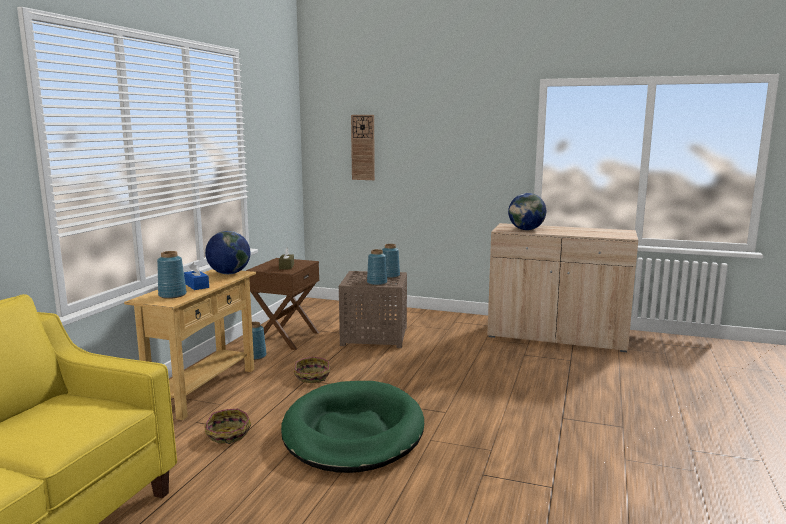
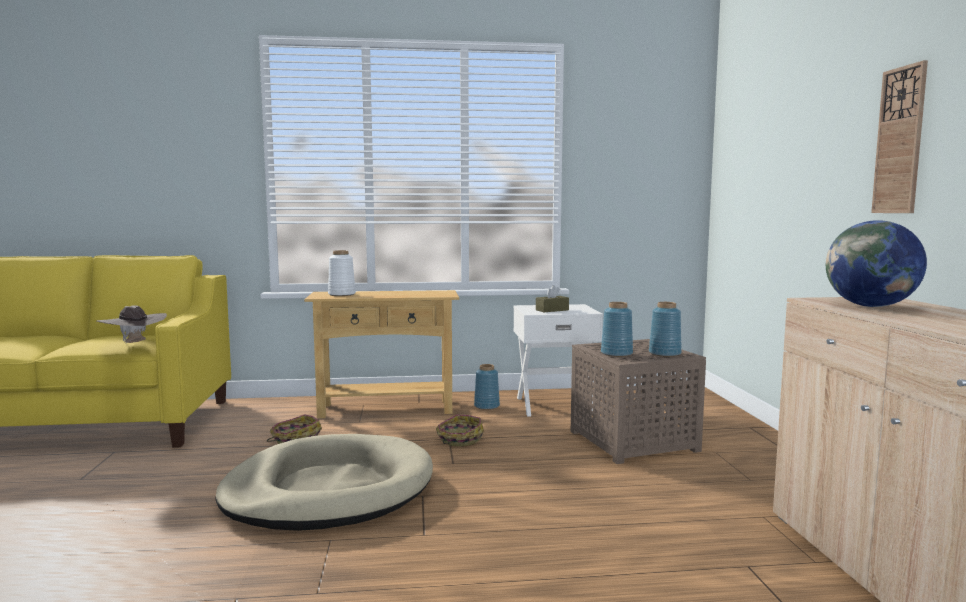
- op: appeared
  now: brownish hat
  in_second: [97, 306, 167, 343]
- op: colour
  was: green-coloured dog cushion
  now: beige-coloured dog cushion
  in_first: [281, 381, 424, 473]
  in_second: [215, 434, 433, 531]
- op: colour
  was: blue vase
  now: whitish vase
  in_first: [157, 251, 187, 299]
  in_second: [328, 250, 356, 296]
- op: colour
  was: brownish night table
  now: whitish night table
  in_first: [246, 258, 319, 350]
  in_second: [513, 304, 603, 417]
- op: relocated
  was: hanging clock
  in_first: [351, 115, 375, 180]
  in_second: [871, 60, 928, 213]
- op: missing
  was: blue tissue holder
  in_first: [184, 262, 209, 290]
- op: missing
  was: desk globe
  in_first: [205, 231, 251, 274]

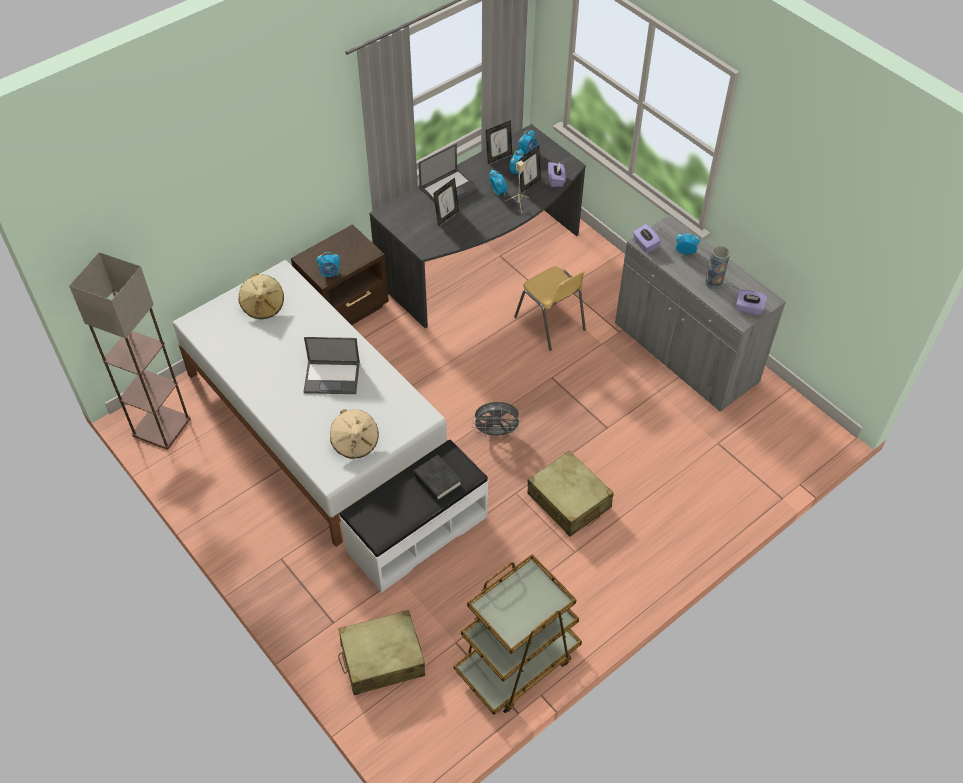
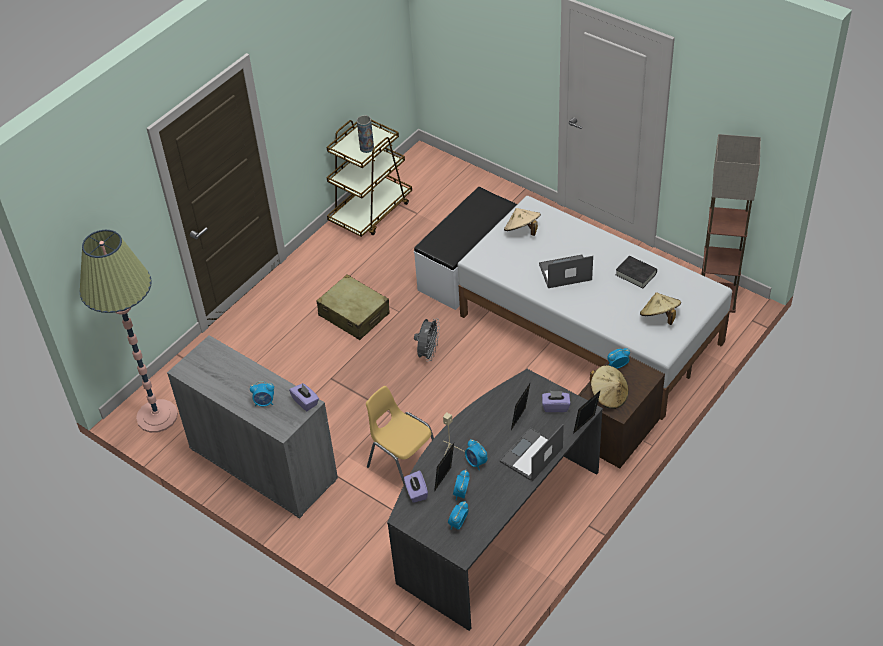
- op: appeared
  now: floor lamp
  in_second: [79, 230, 178, 433]
- op: relocated
  was: vase
  in_first: [705, 246, 730, 289]
  in_second: [357, 115, 374, 153]
- op: spun
  was: grey fan
  in_first: [472, 402, 522, 439]
  in_second: [414, 318, 440, 361]
  clockwise: 120
- op: relocated
  was: purplish tissue holder
  in_first: [736, 290, 767, 315]
  in_second: [542, 391, 570, 412]
- op: relocated
  was: standing frame
  in_first: [486, 120, 512, 164]
  in_second: [573, 390, 601, 434]
- op: appeared
  now: beige-coloured hat
  in_second: [590, 365, 629, 409]
- op: relocated
  was: black book
  in_first: [413, 455, 462, 501]
  in_second: [616, 256, 657, 288]
- op: missing
  was: beige-coloured piece of luggage
  in_first: [338, 610, 425, 695]

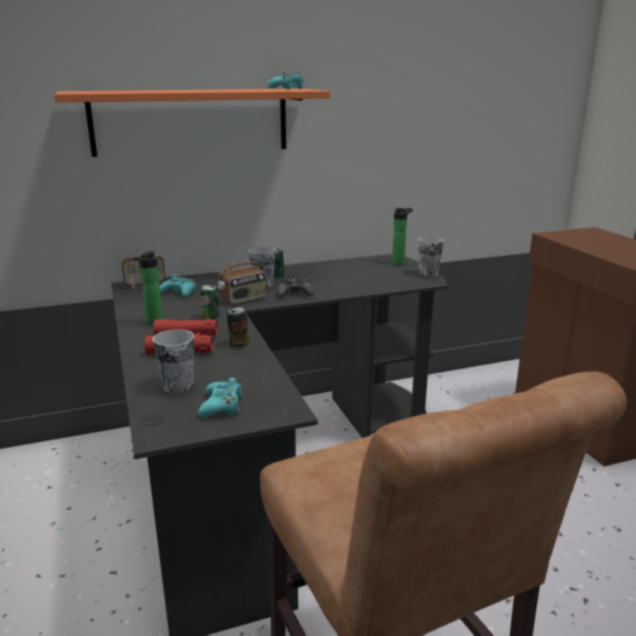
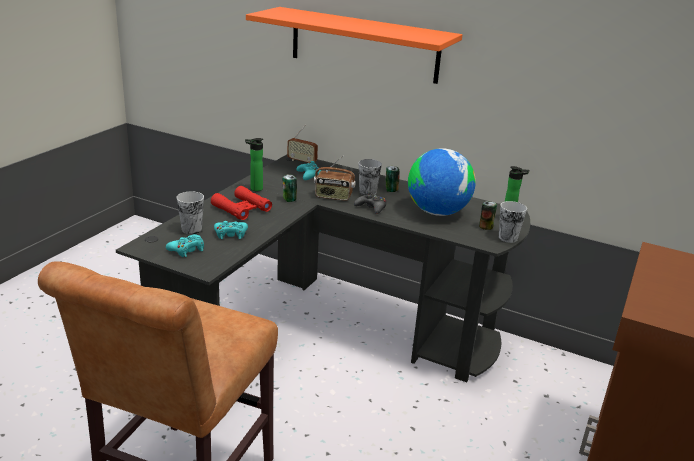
- op: relocated
  was: turquoise-coloured gamepad
  in_first: [268, 73, 304, 90]
  in_second: [214, 221, 248, 239]
- op: appeared
  now: desk globe
  in_second: [408, 148, 476, 216]
- op: relocated
  was: can
  in_first: [227, 307, 249, 347]
  in_second: [479, 202, 497, 230]

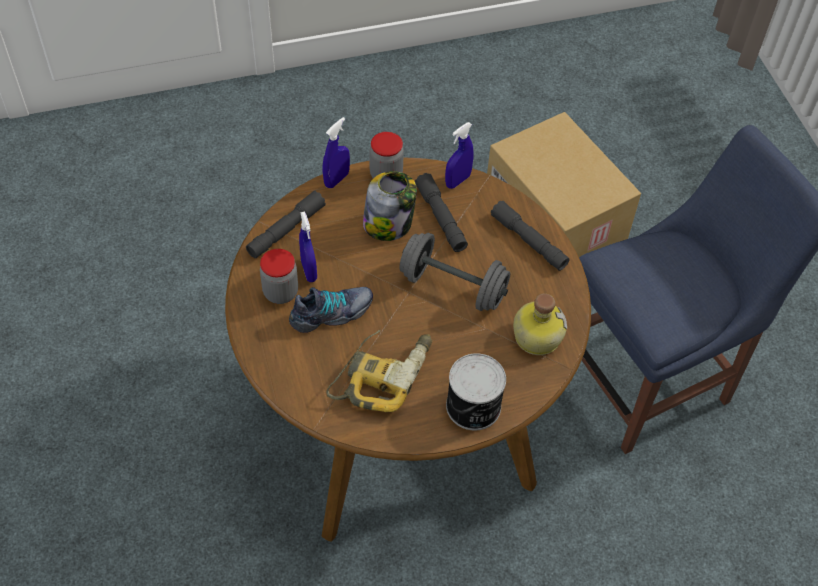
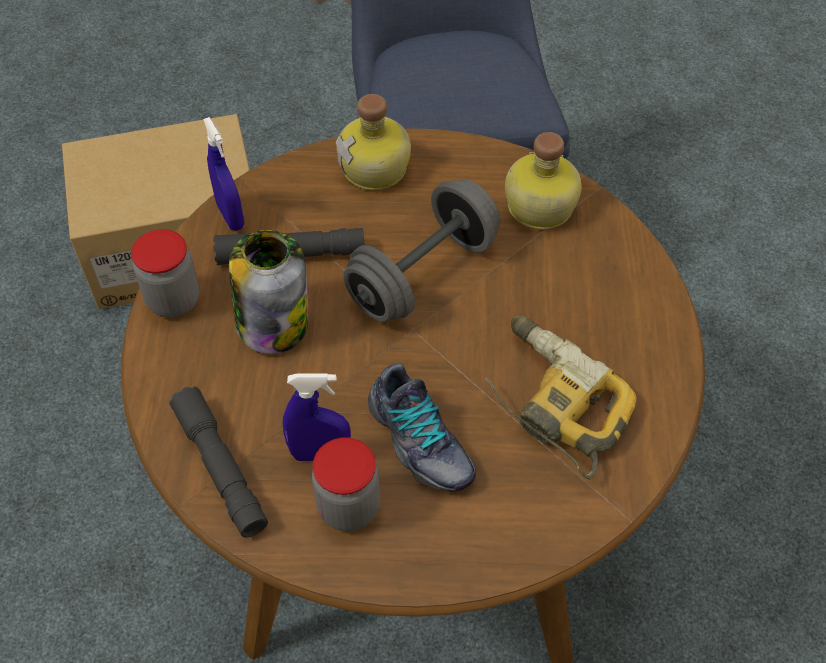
- op: exchanged
  was: grey torch
  now: beverage bottle
  in_first: [491, 200, 570, 271]
  in_second: [336, 94, 411, 190]
- op: spun
  was: shoe
  in_first: [289, 287, 373, 333]
  in_second: [368, 363, 476, 492]
  clockwise: 150
- op: missing
  was: blue hand sprayer
  in_first: [323, 117, 350, 188]
- op: missing
  was: can
  in_first: [446, 353, 506, 431]

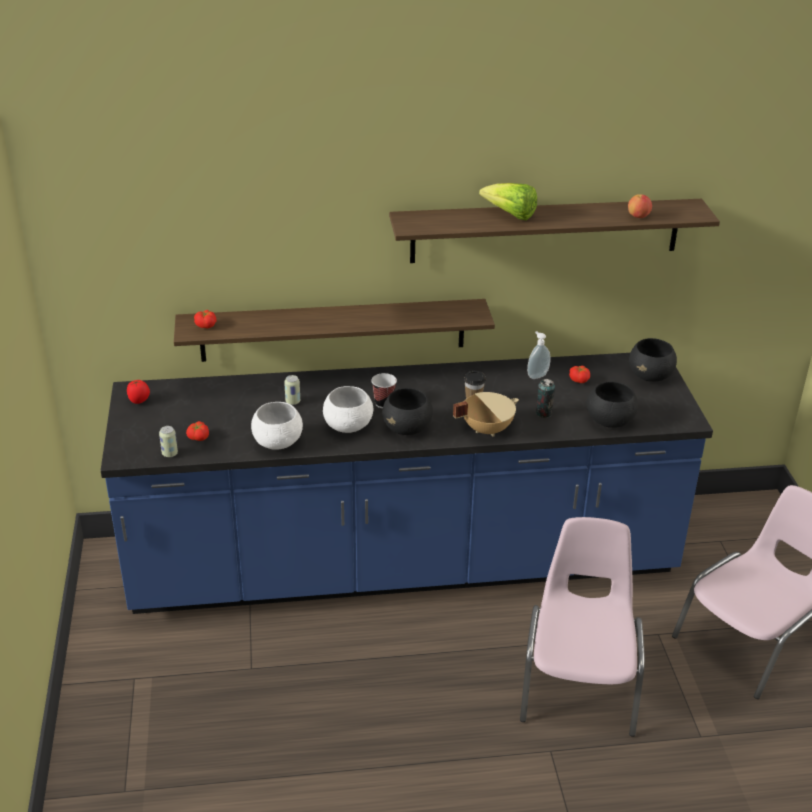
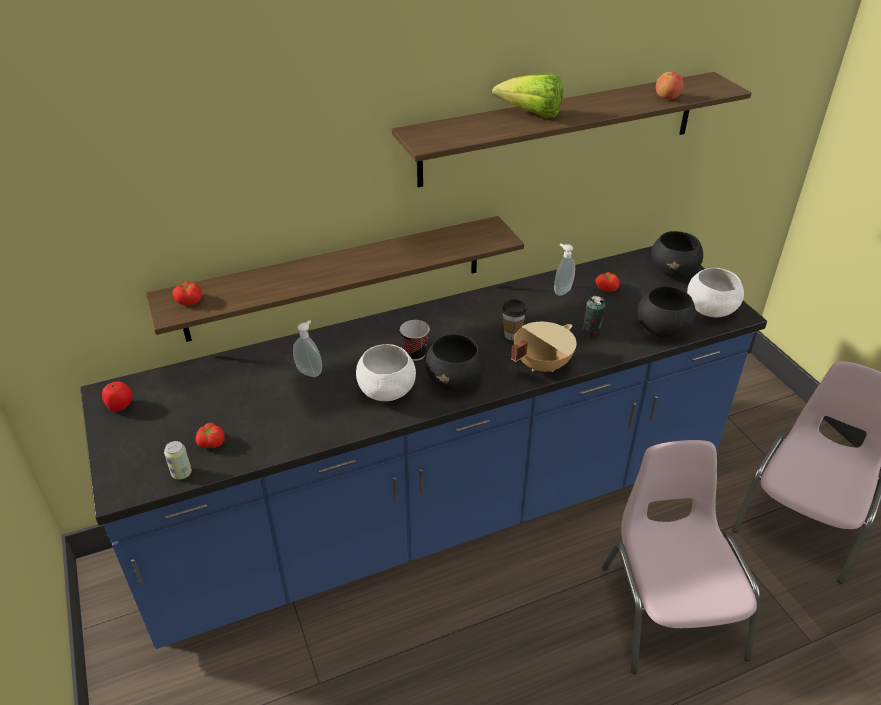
- op: exchanged
  was: can
  now: soap dispenser
  in_first: [284, 375, 300, 405]
  in_second: [293, 320, 322, 377]
- op: relocated
  was: whitish deep dish
  in_first: [251, 402, 303, 450]
  in_second: [687, 268, 744, 317]

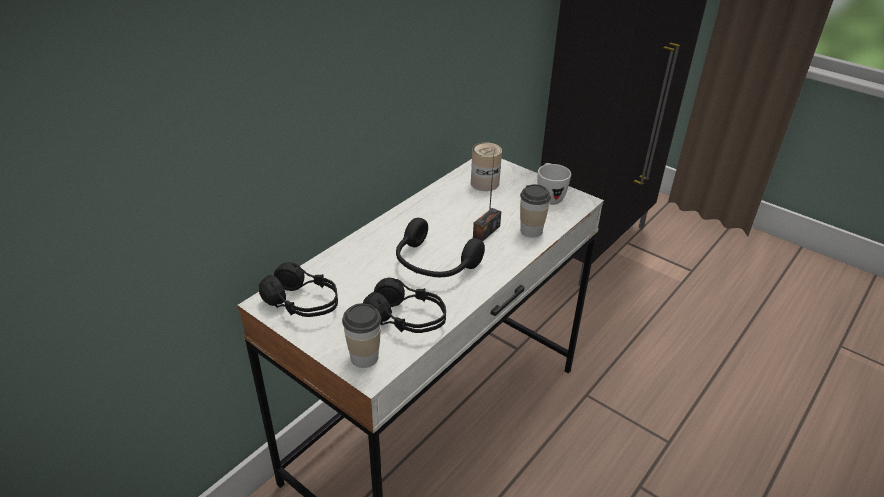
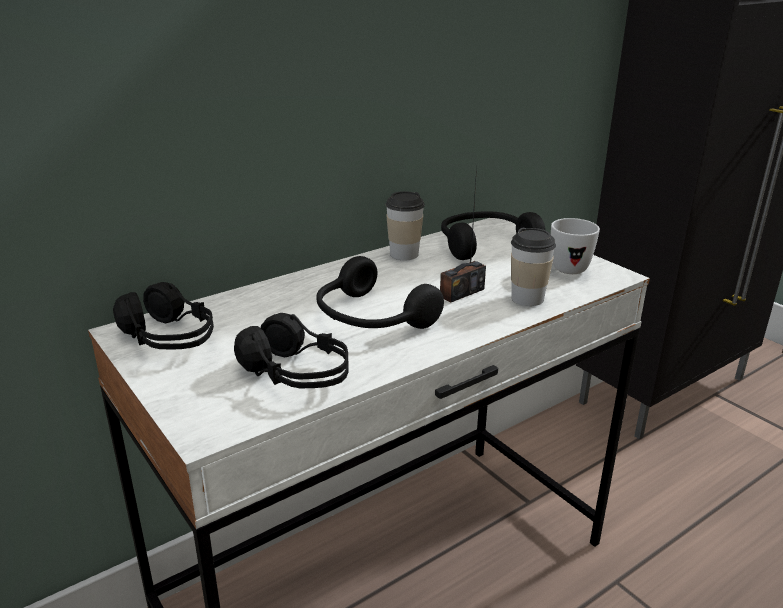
- op: relocated
  was: drinking cup
  in_first: [342, 303, 381, 368]
  in_second: [385, 191, 425, 260]
- op: exchanged
  was: can
  now: black headset
  in_first: [471, 143, 502, 191]
  in_second: [441, 211, 546, 260]

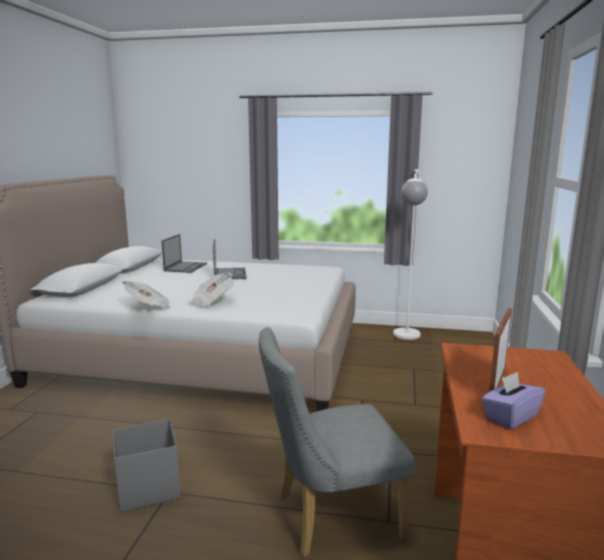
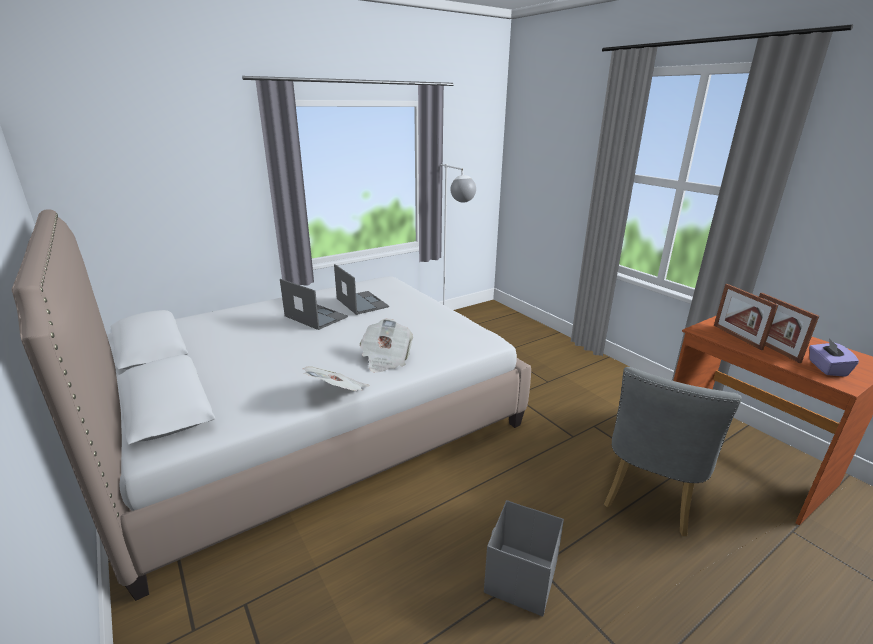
- op: relocated
  was: notebook computer
  in_first: [162, 234, 207, 273]
  in_second: [334, 264, 389, 315]
- op: appeared
  now: standing frame
  in_second: [714, 284, 778, 350]

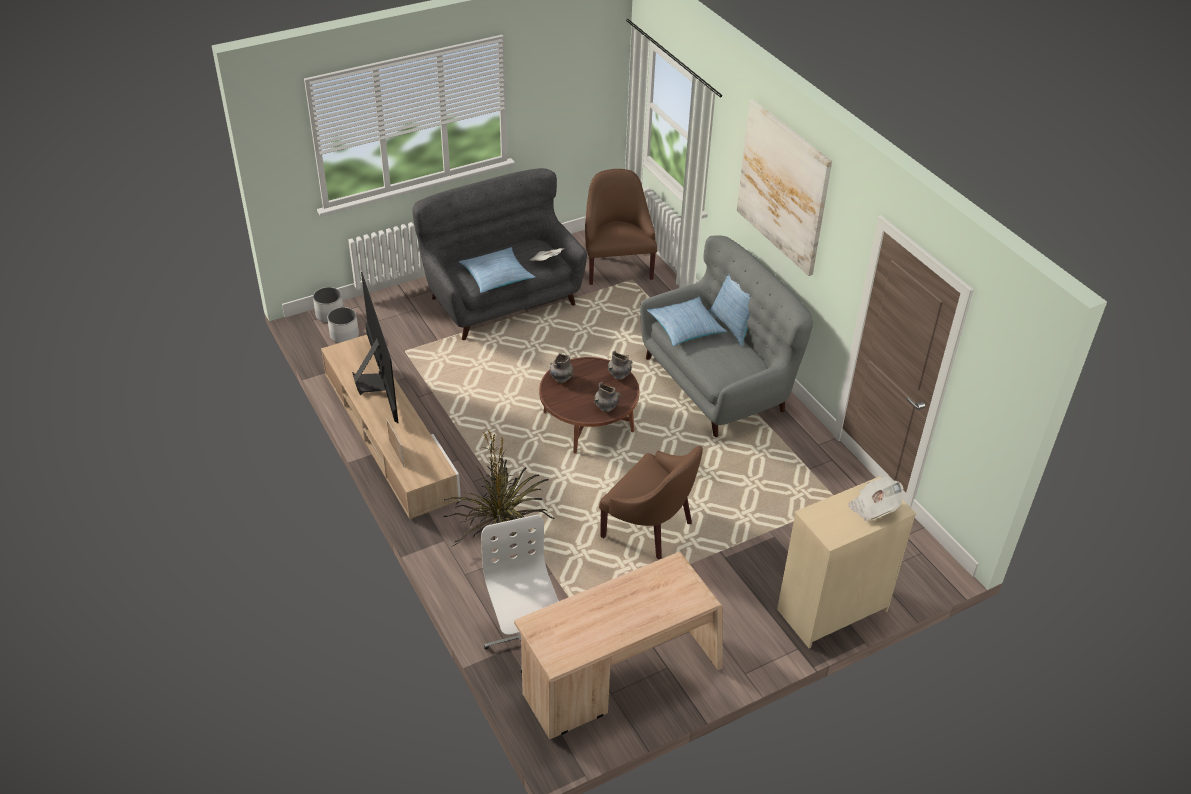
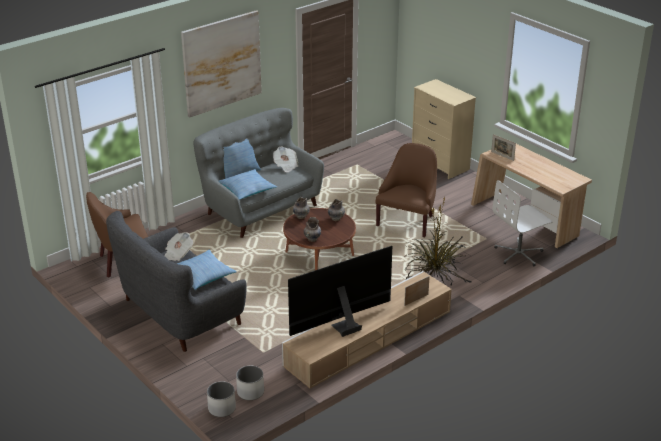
- op: relocated
  was: daily paper
  in_first: [848, 477, 904, 522]
  in_second: [273, 146, 298, 172]
- op: appeared
  now: standing frame
  in_second: [491, 134, 516, 161]

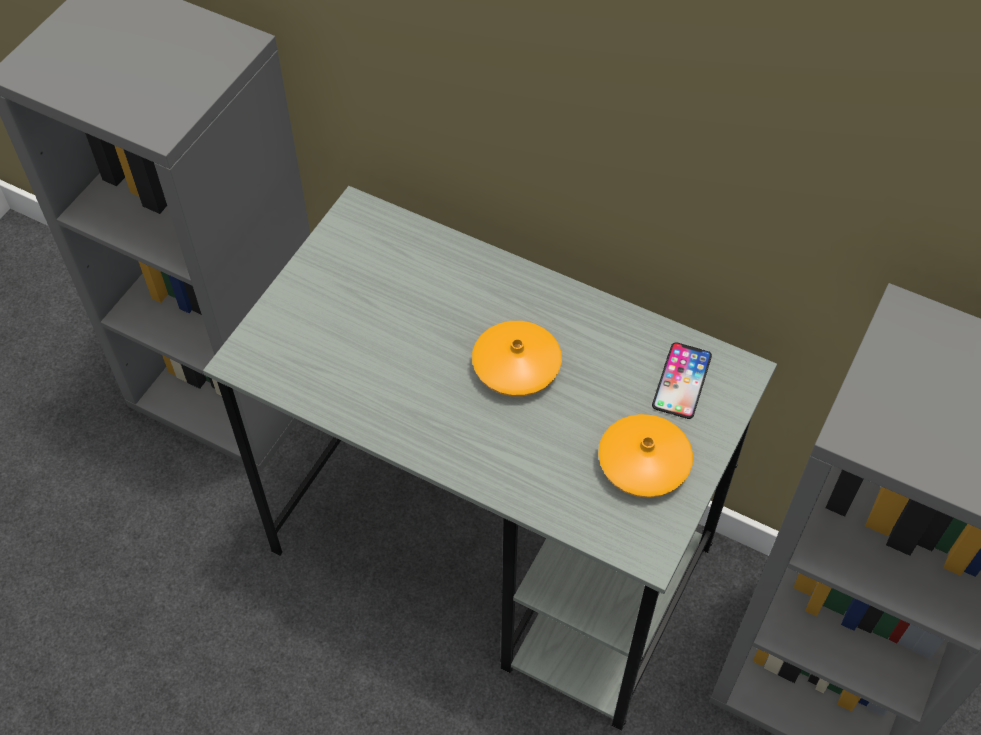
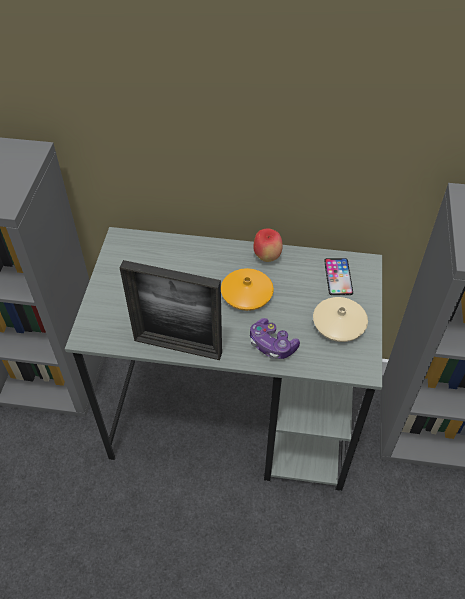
- op: appeared
  now: standing frame
  in_second: [119, 260, 222, 360]
- op: appeared
  now: gamepad
  in_second: [250, 318, 300, 359]
- op: appeared
  now: apple
  in_second: [253, 228, 283, 262]
- op: colour
  was: orangey vase
  now: beige-coloured vase
  in_first: [598, 414, 693, 498]
  in_second: [313, 297, 368, 342]

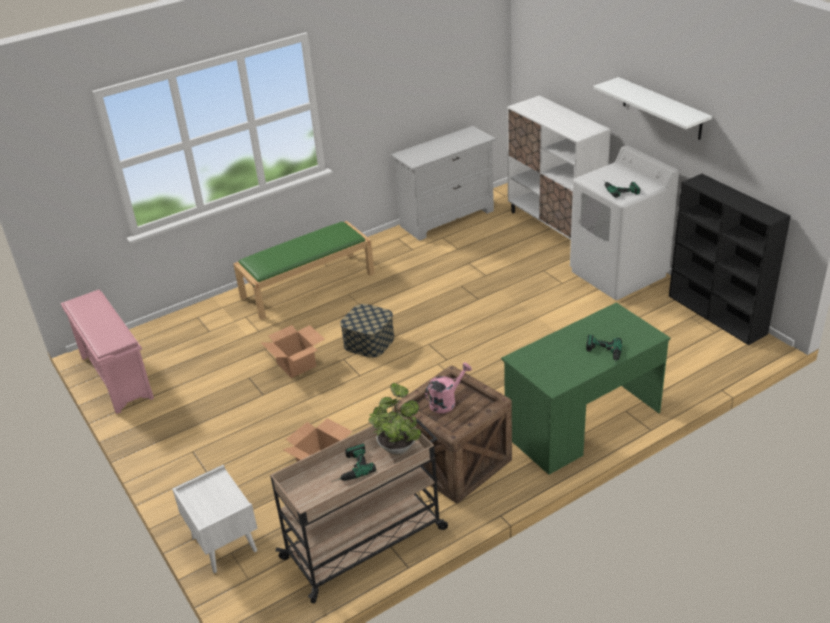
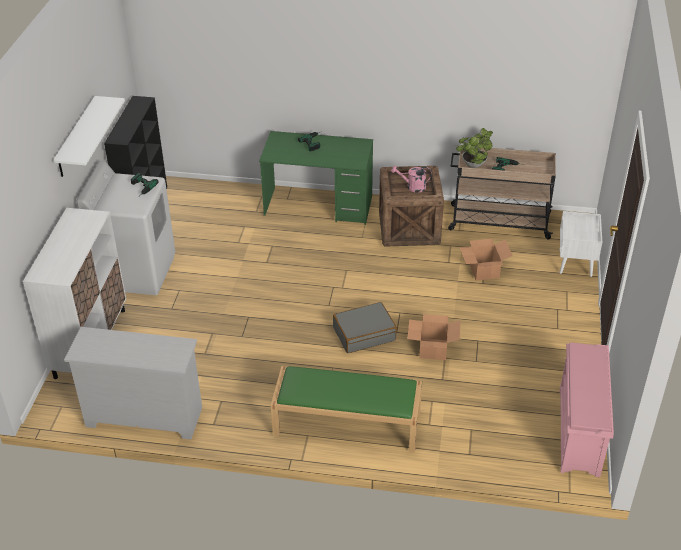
- op: exchanged
  was: storage bin
  now: grey piece of luggage
  in_first: [340, 304, 394, 358]
  in_second: [333, 302, 397, 353]

